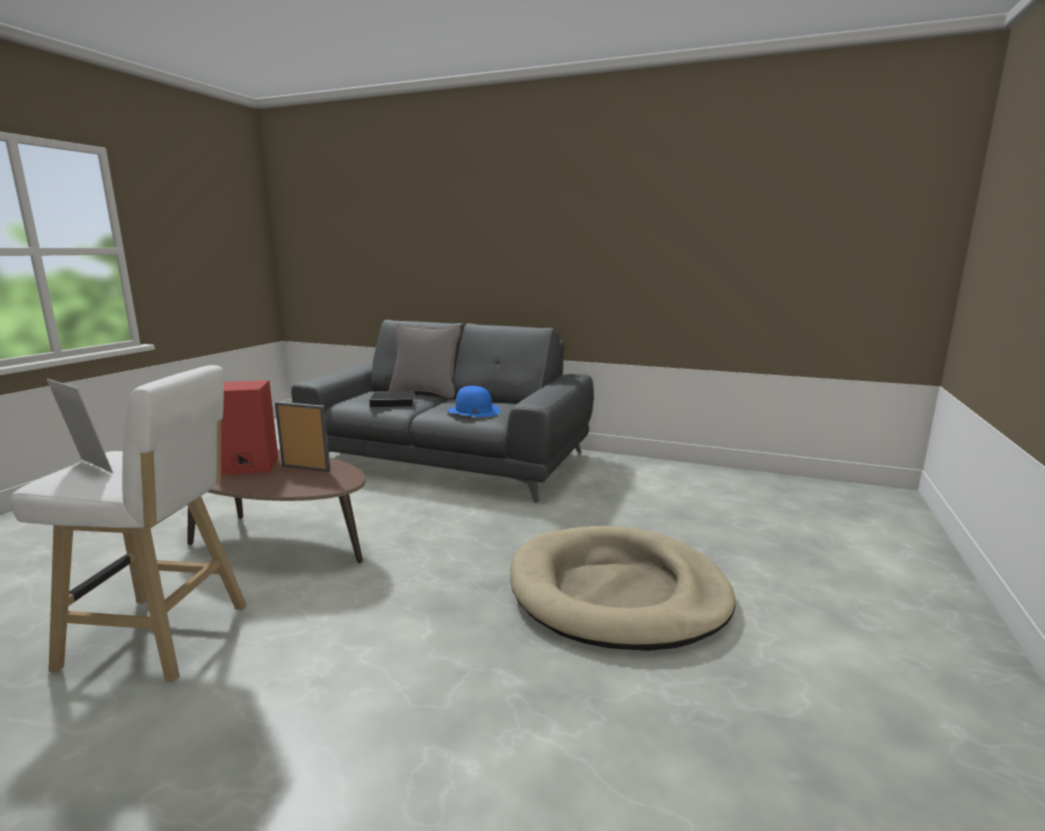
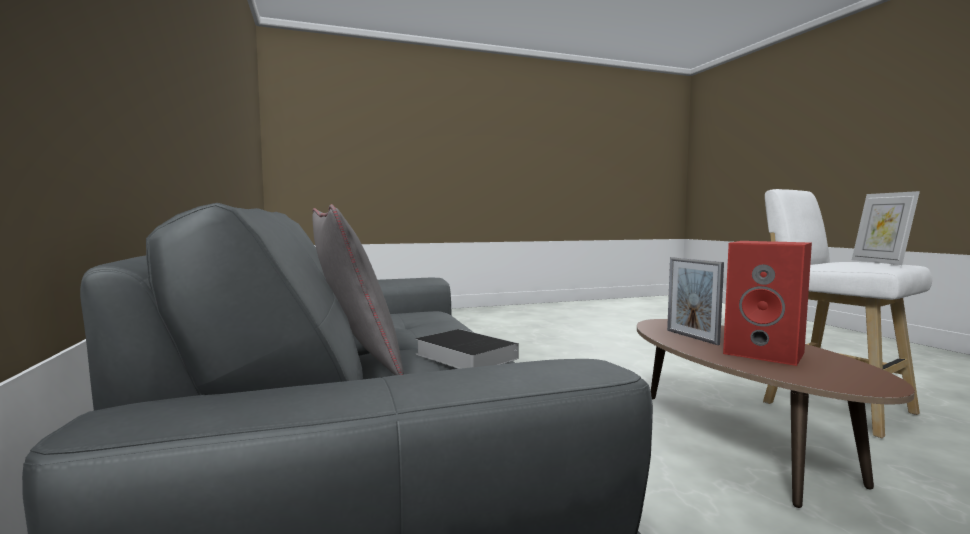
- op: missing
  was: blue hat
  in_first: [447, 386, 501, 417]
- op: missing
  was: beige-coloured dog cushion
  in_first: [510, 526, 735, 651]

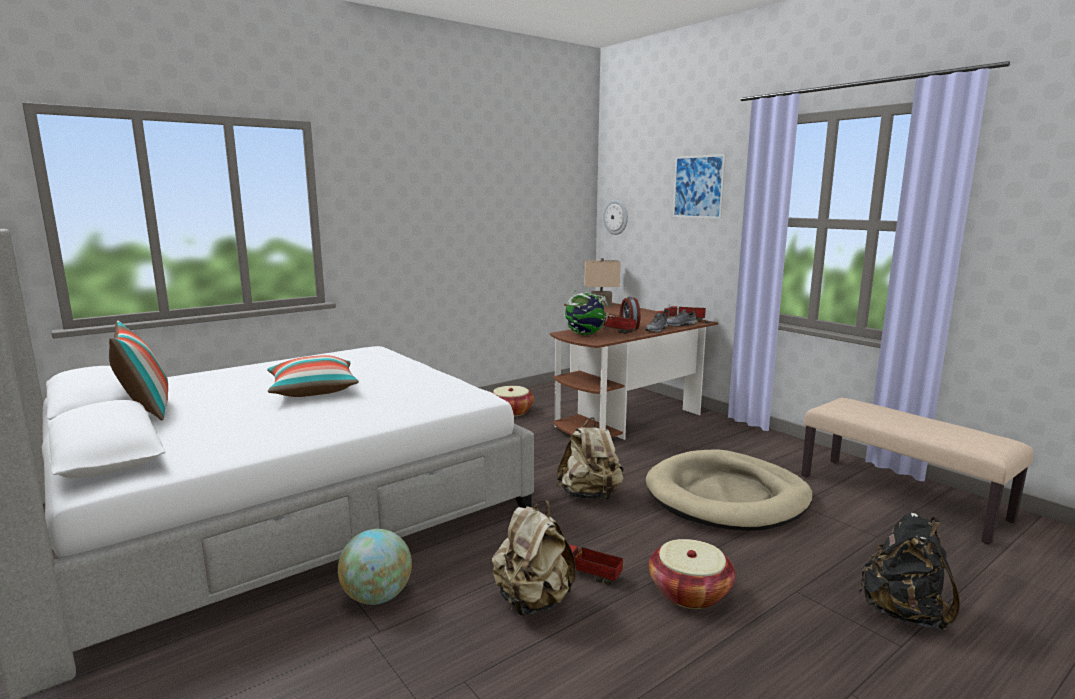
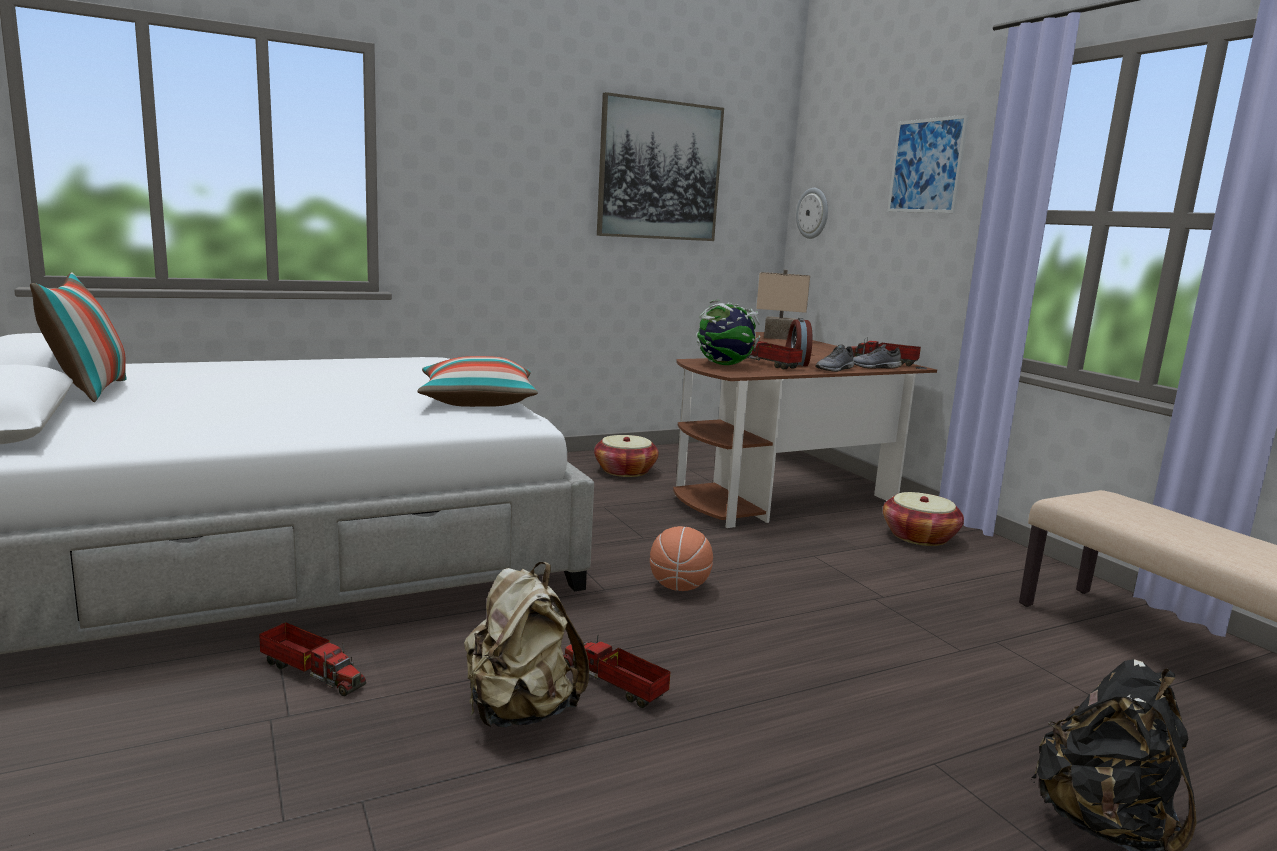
- op: exchanged
  was: desk globe
  now: toy truck
  in_first: [338, 529, 412, 605]
  in_second: [259, 622, 366, 696]
- op: relocated
  was: cushion
  in_first: [267, 355, 359, 397]
  in_second: [417, 356, 538, 407]
- op: appeared
  now: wall picture
  in_second: [597, 92, 724, 241]
- op: exchanged
  was: beige-coloured backpack
  now: ball for basketball
  in_first: [556, 417, 624, 500]
  in_second: [650, 526, 713, 591]
- op: relocated
  was: household basket
  in_first: [649, 539, 735, 609]
  in_second: [883, 492, 964, 546]
- op: missing
  was: beige-coloured dog cushion
  in_first: [646, 450, 813, 531]

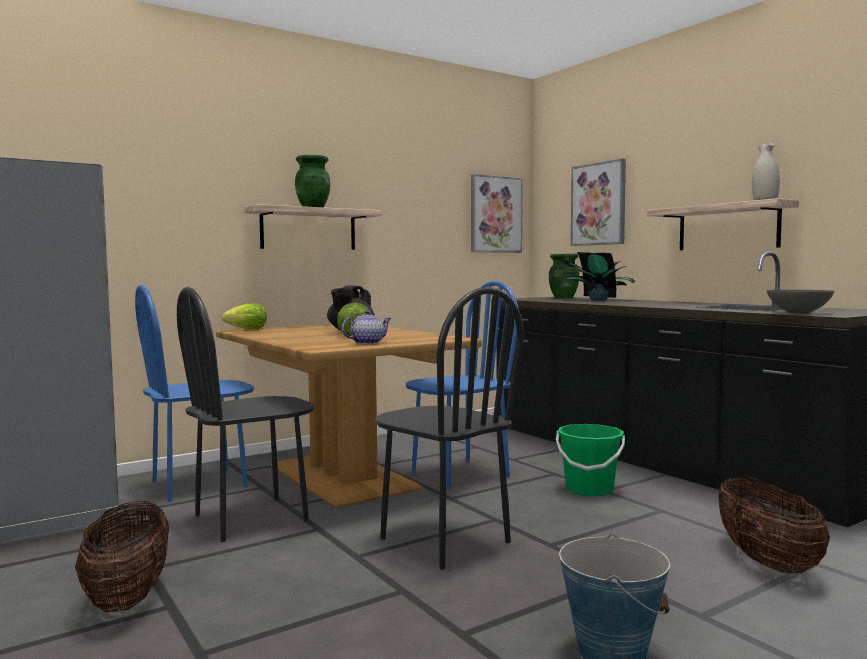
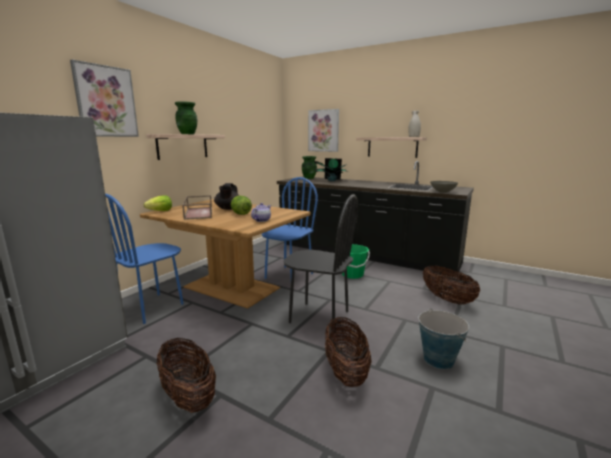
- op: relocated
  was: wall picture
  in_first: [471, 174, 522, 253]
  in_second: [70, 59, 139, 137]
- op: appeared
  now: brownish tray
  in_second: [182, 195, 212, 220]
- op: appeared
  now: household basket
  in_second: [325, 317, 372, 387]
- op: missing
  was: black chair
  in_first: [177, 287, 314, 542]

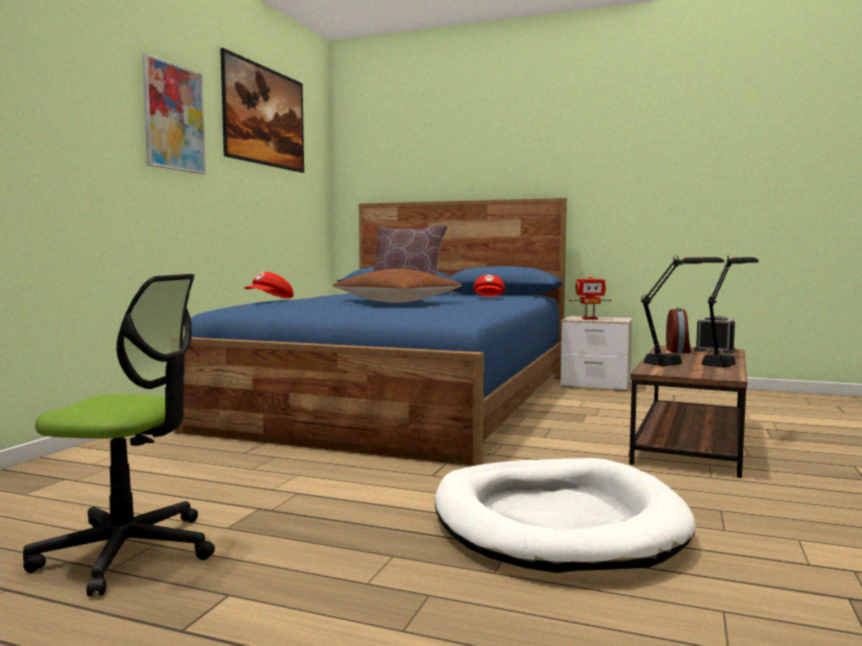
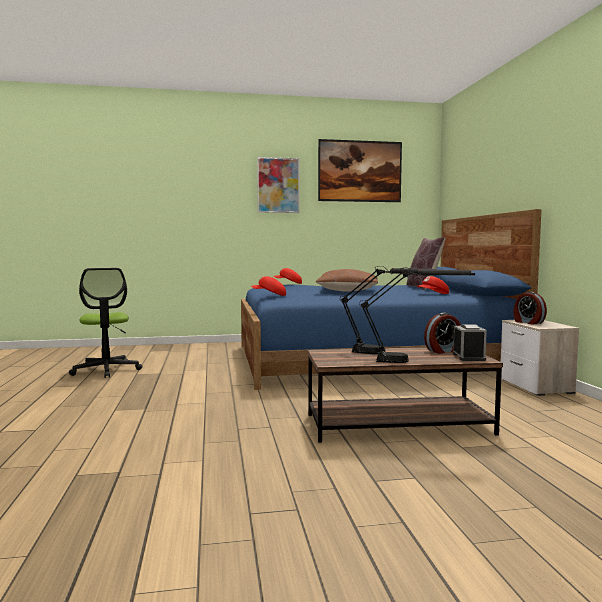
- op: appeared
  now: red peaked cap
  in_second: [251, 276, 286, 296]
- op: exchanged
  was: model robot
  now: alarm clock
  in_first: [569, 275, 611, 320]
  in_second: [513, 292, 547, 325]
- op: missing
  was: whitish dog cushion
  in_first: [435, 458, 696, 573]

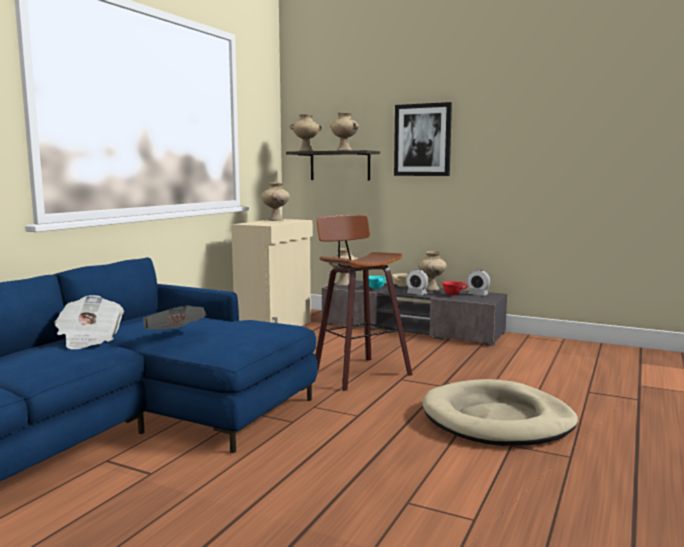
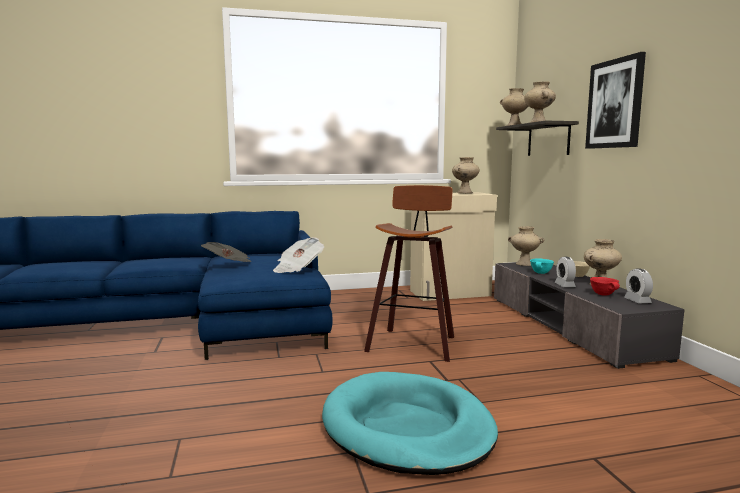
- op: relocated
  was: daily paper
  in_first: [54, 295, 124, 349]
  in_second: [273, 237, 324, 273]
- op: colour
  was: beige-coloured dog cushion
  now: turquoise-coloured dog cushion
  in_first: [423, 379, 578, 446]
  in_second: [322, 372, 498, 475]

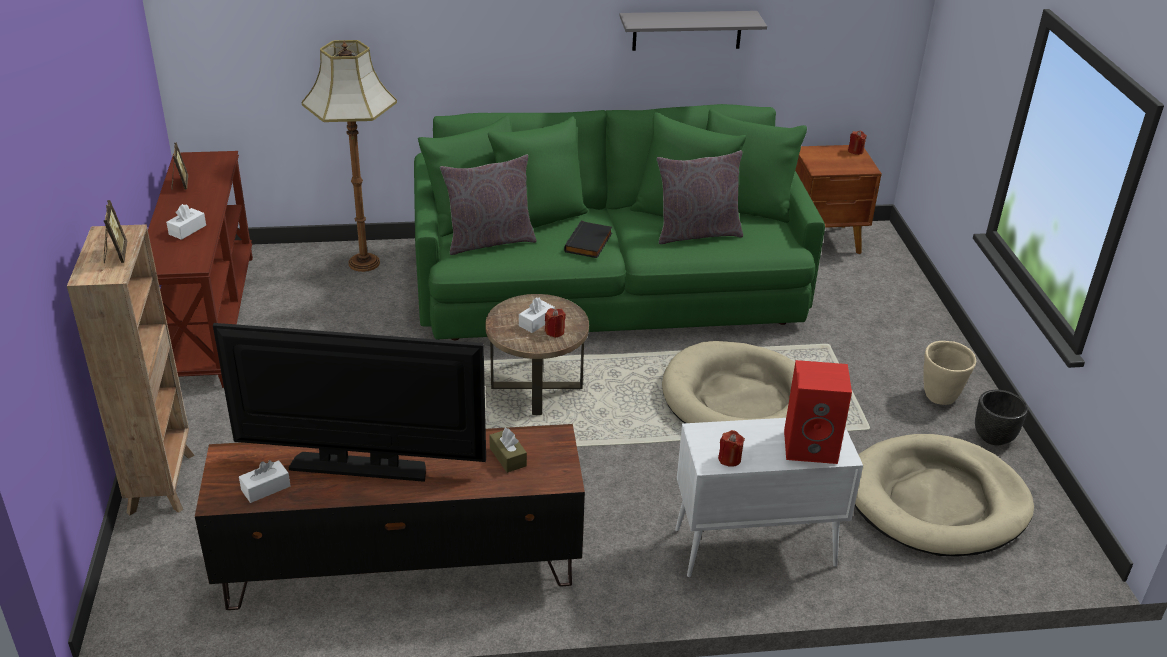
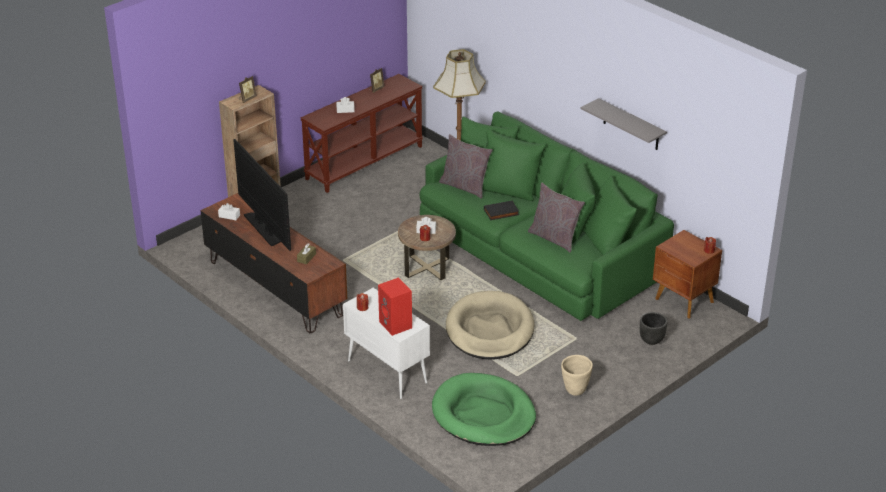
- op: colour
  was: beige-coloured dog cushion
  now: green-coloured dog cushion
  in_first: [855, 434, 1034, 557]
  in_second: [432, 373, 536, 446]
- op: relocated
  was: black plant pot
  in_first: [975, 390, 1028, 445]
  in_second: [640, 312, 668, 345]

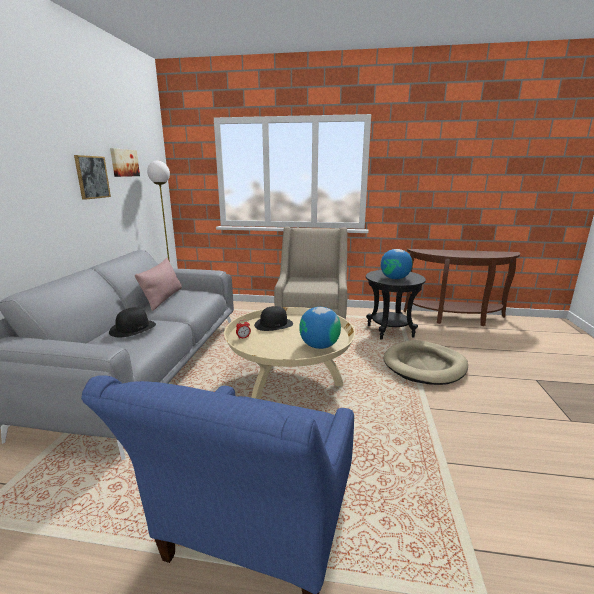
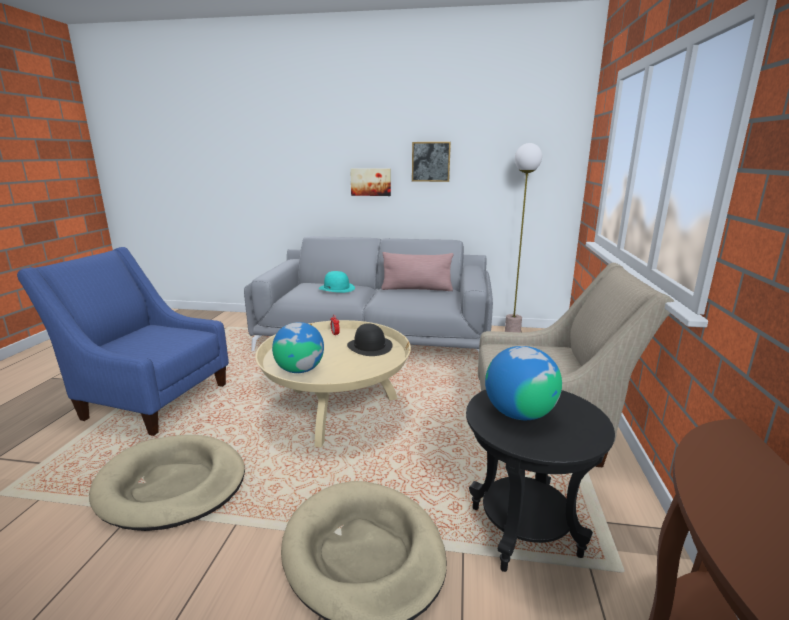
- op: appeared
  now: beige-coloured dog cushion
  in_second: [89, 435, 245, 531]
- op: colour
  was: black hat
  now: turquoise-coloured hat
  in_first: [109, 307, 156, 338]
  in_second: [319, 271, 355, 293]
- op: relocated
  was: wall picture
  in_first: [110, 148, 140, 177]
  in_second: [350, 168, 391, 196]

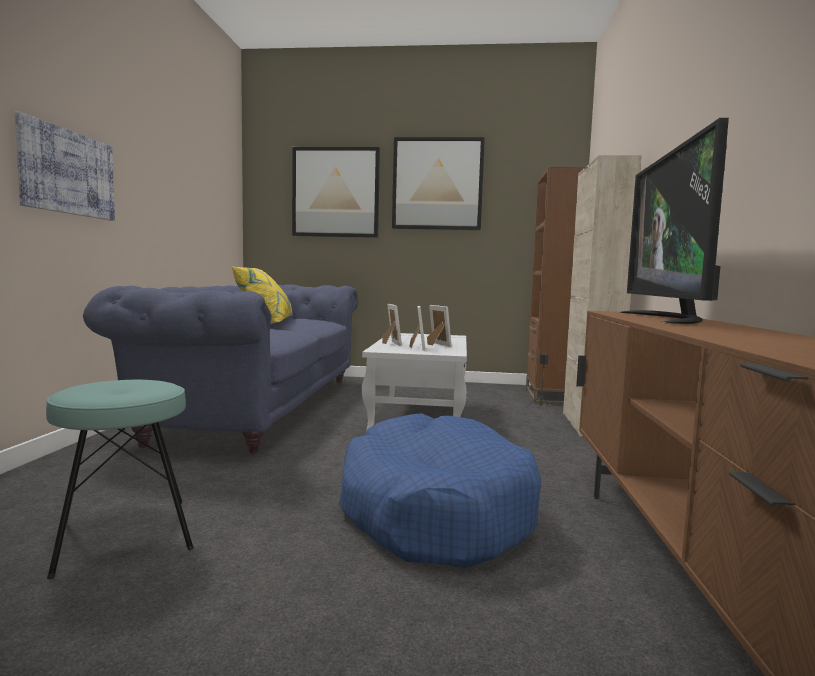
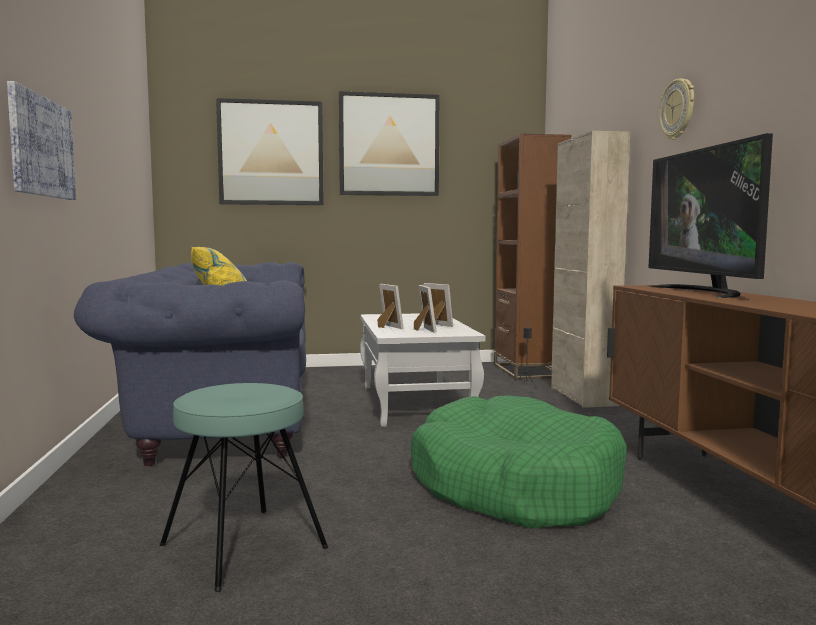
- op: colour
  was: blue dog cushion
  now: green-coloured dog cushion
  in_first: [339, 413, 541, 568]
  in_second: [411, 395, 627, 529]
- op: appeared
  now: hanging clock
  in_second: [659, 79, 694, 140]

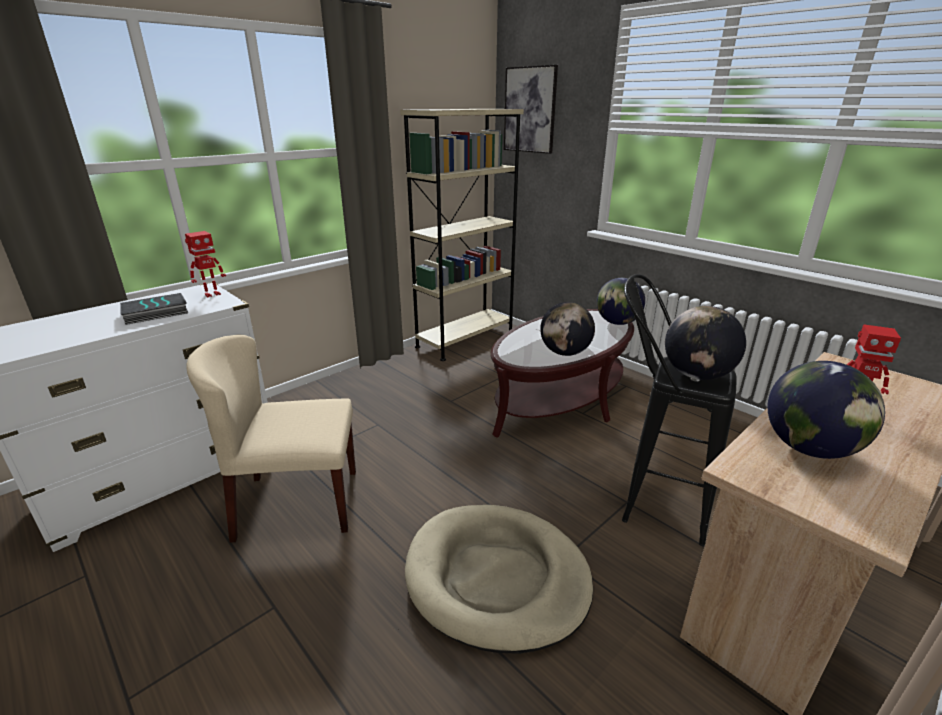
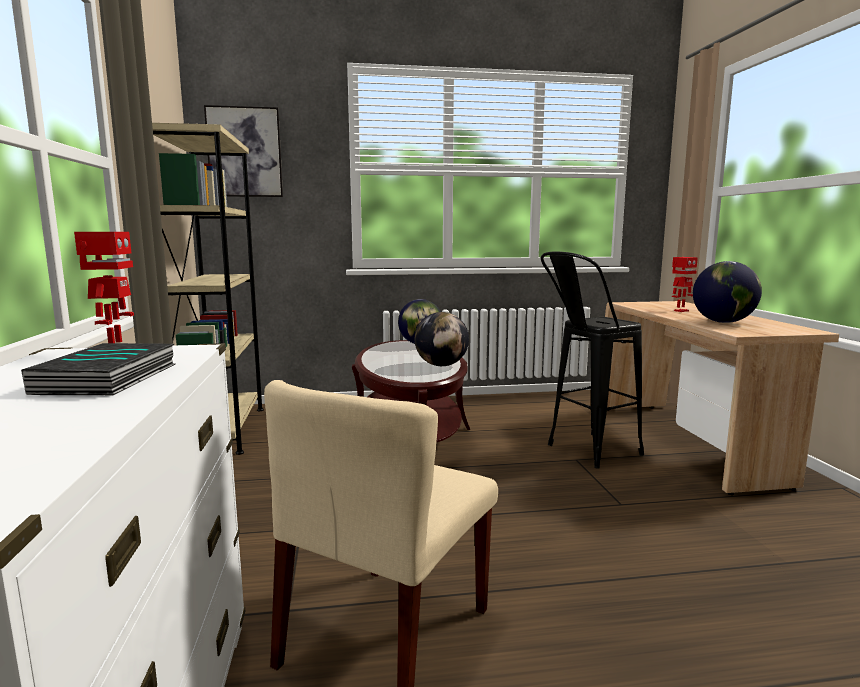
- op: missing
  was: beige-coloured dog cushion
  in_first: [405, 505, 593, 654]
- op: missing
  was: desk globe
  in_first: [665, 306, 746, 380]

